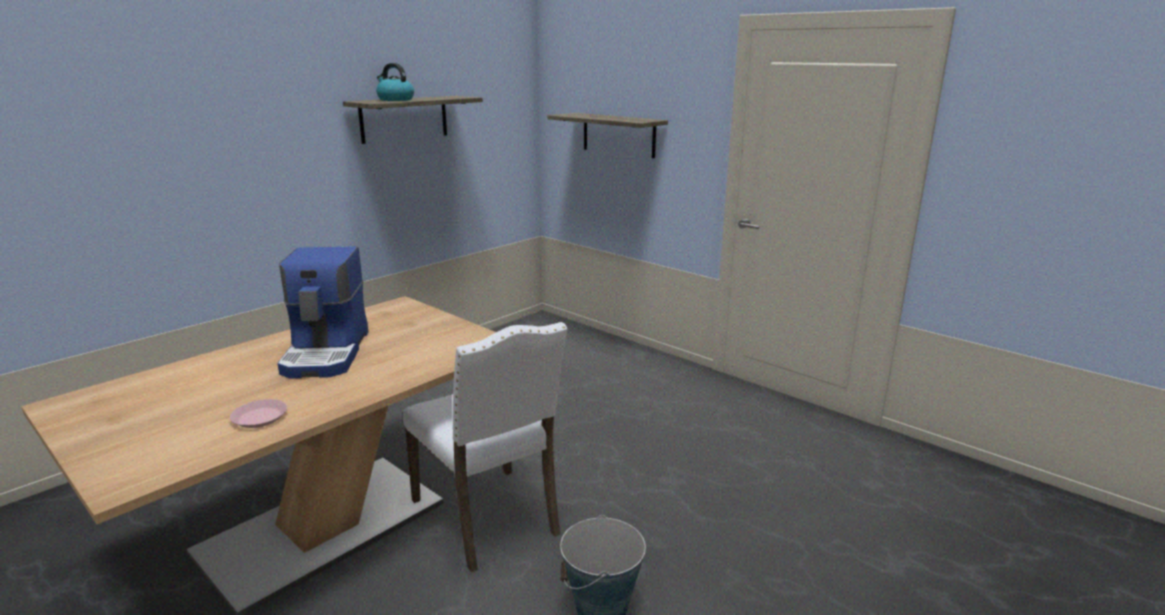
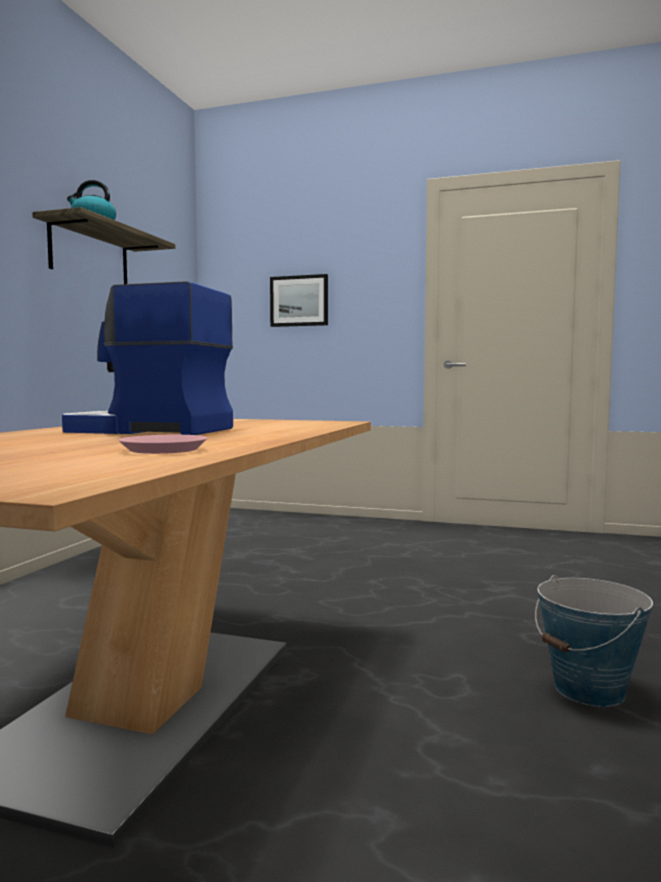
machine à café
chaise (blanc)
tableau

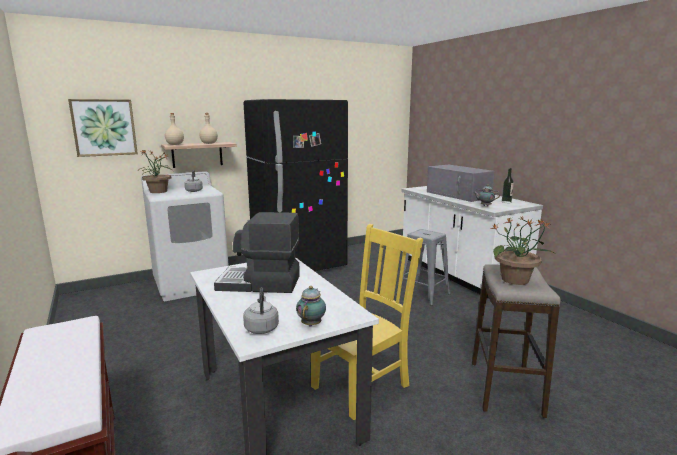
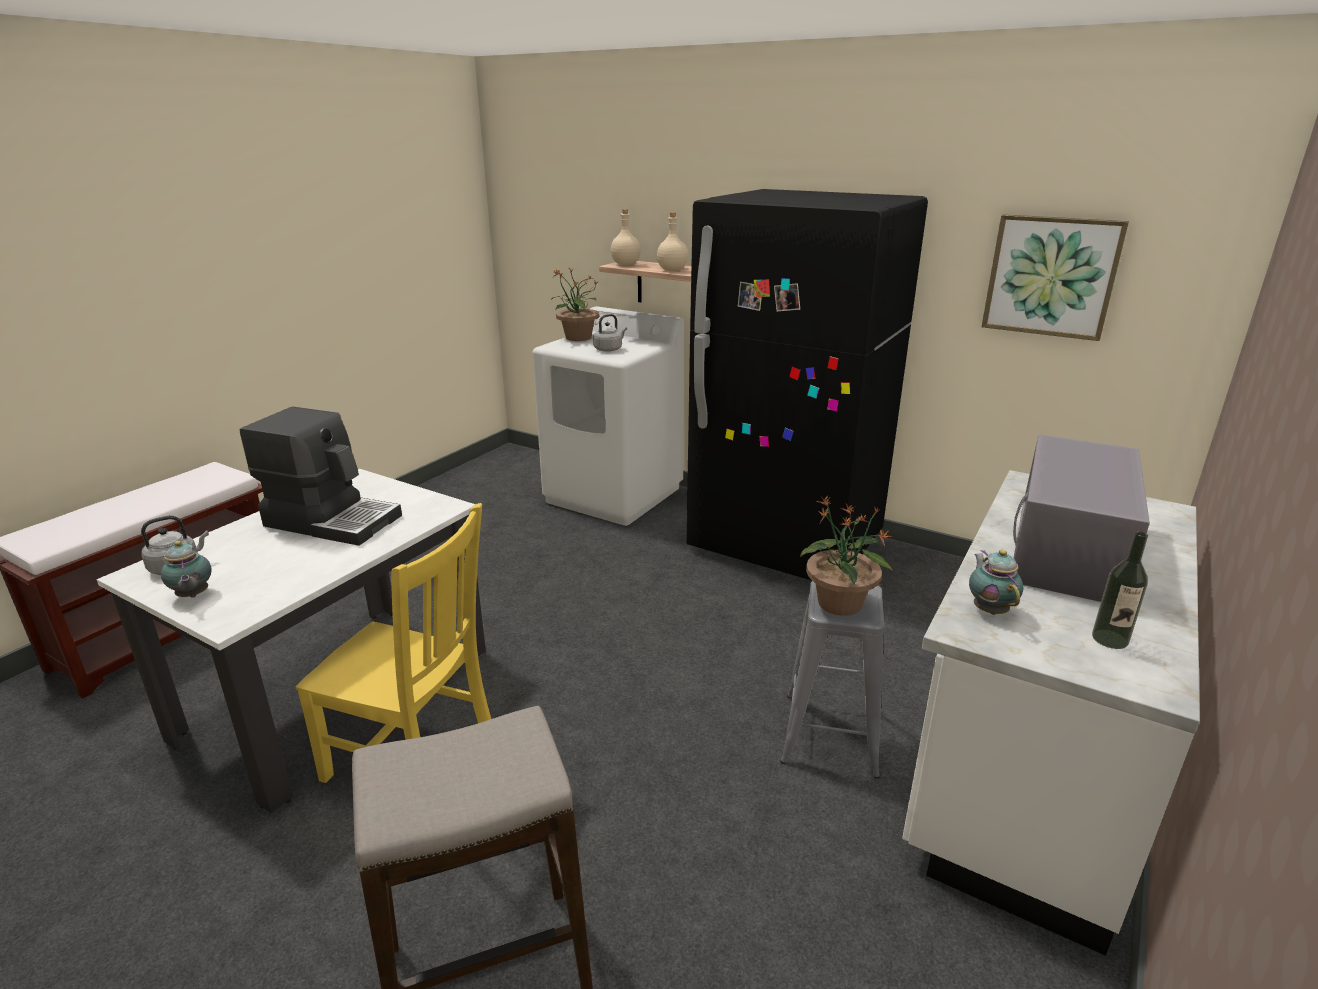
tableau
machine à café
théière (1st from left)
plante en pot (2nd from left)

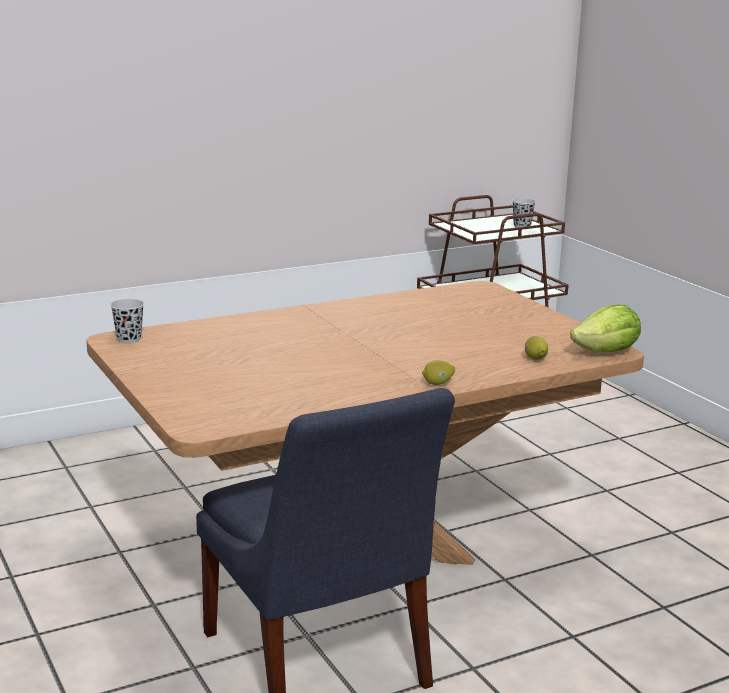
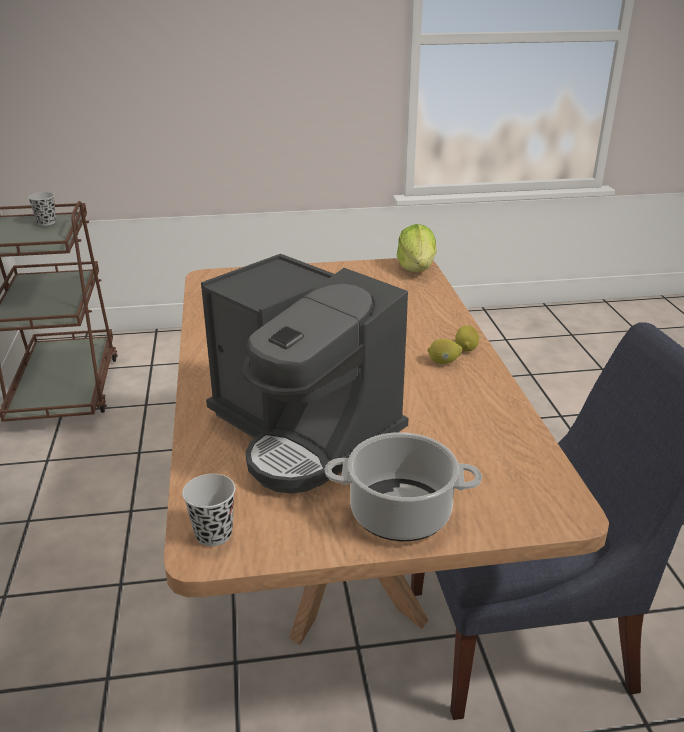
citron (1st from left)
machine à café
marmite

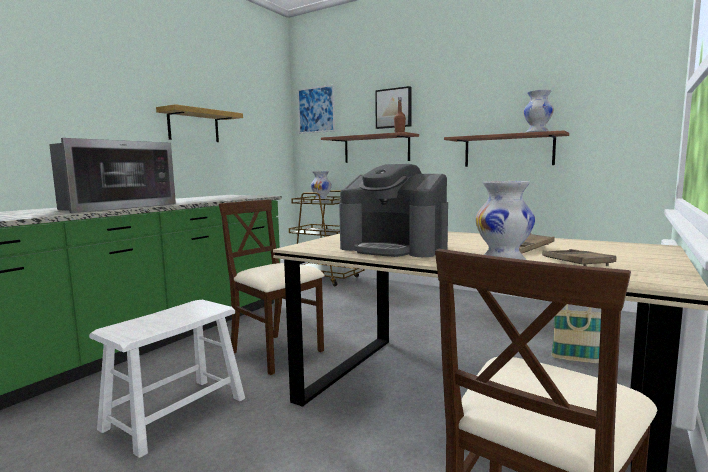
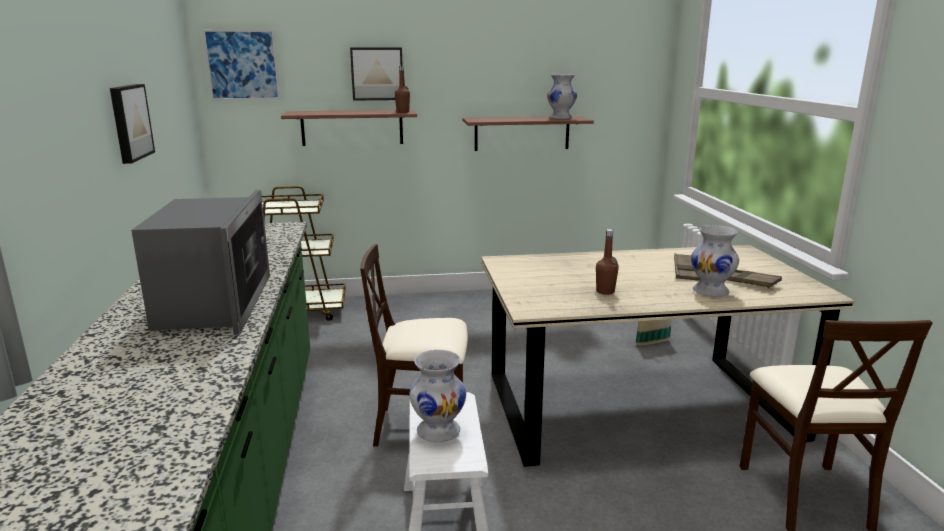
tableau (1st from left)
vase (blanc) (1st from left)
bouteille (marron) (2nd from left)

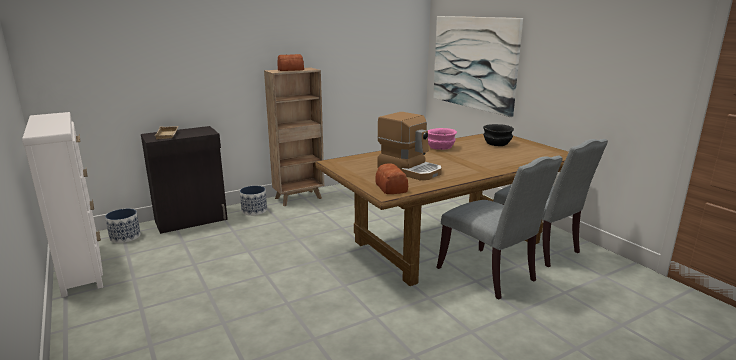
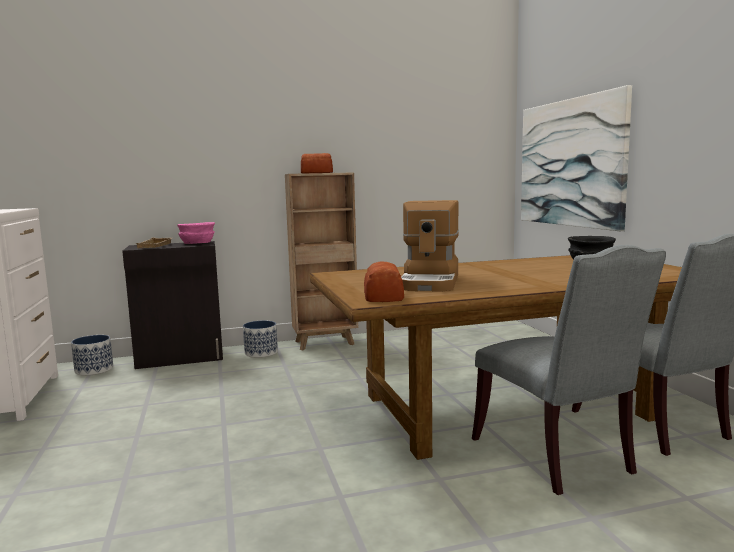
machine à café
bol (rose)

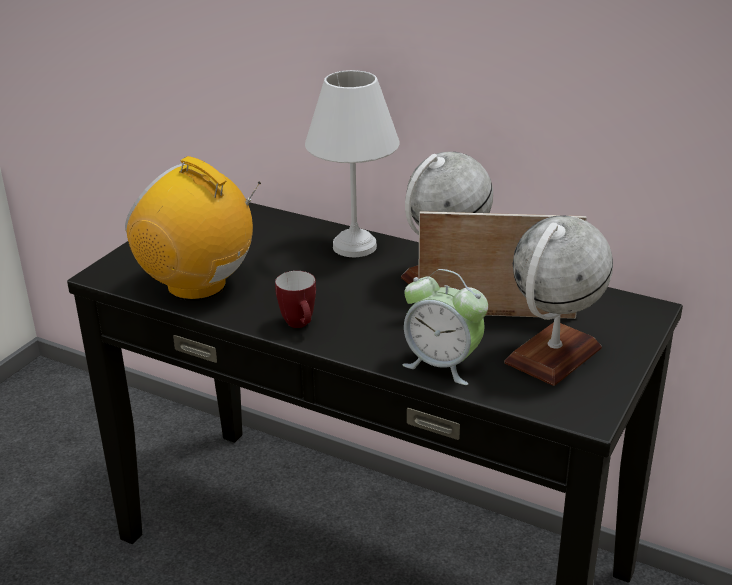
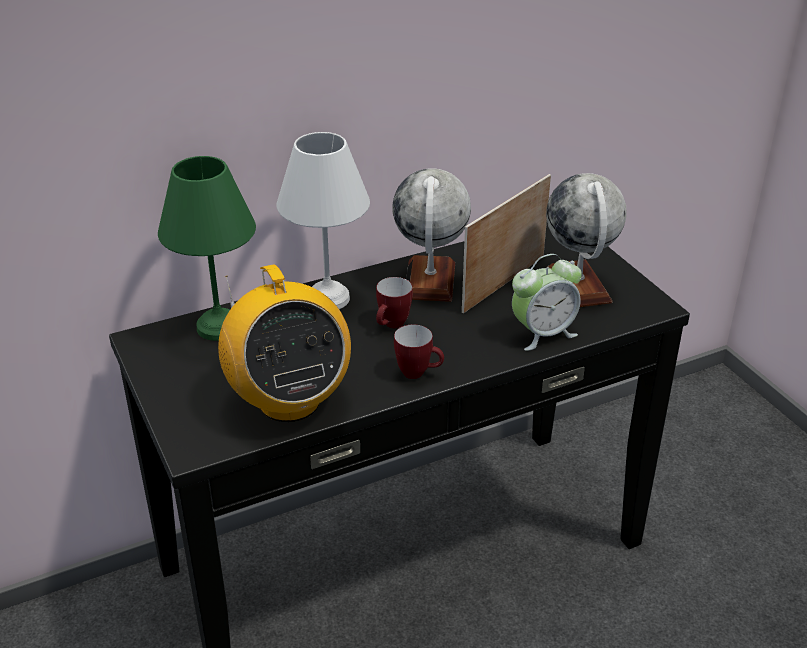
radio
lampe de table (vert)
mug (1st from left)

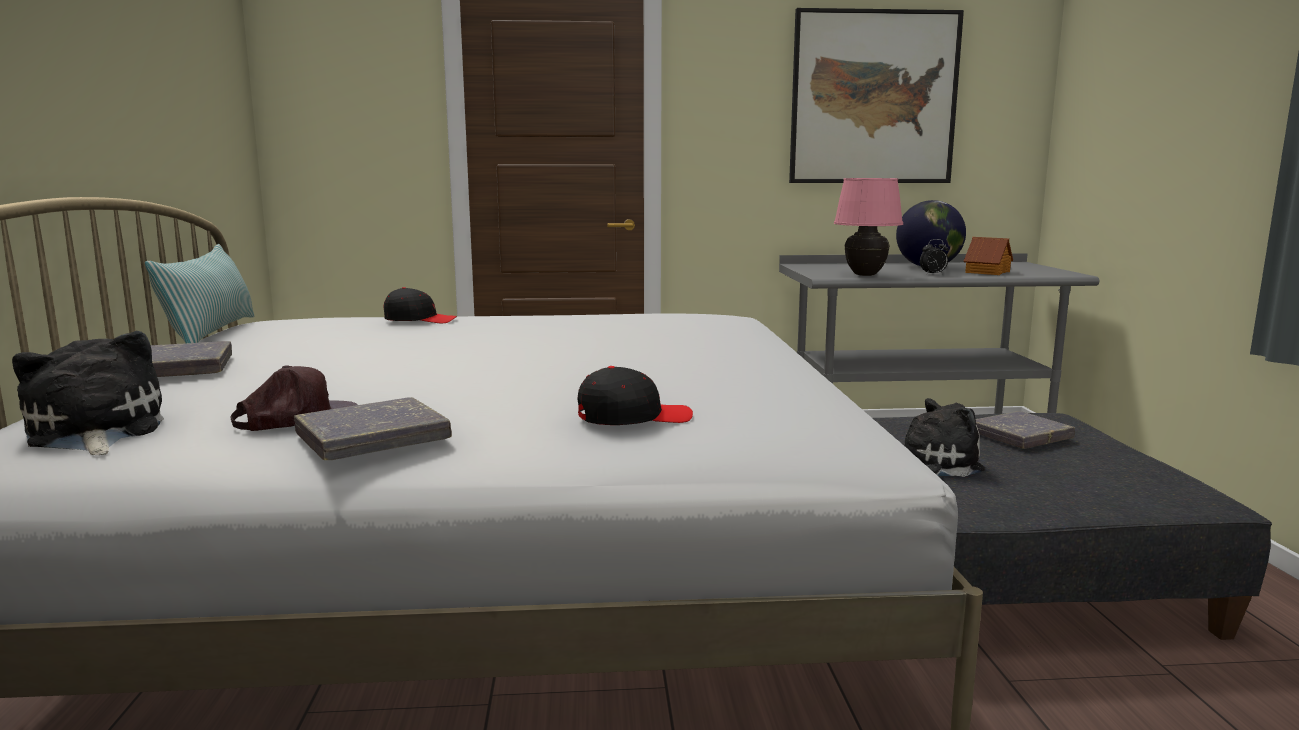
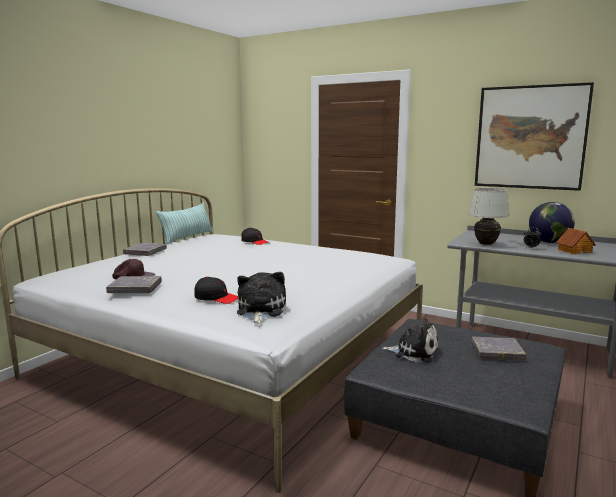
peluche (1st from left)
lampe de table (blanc)

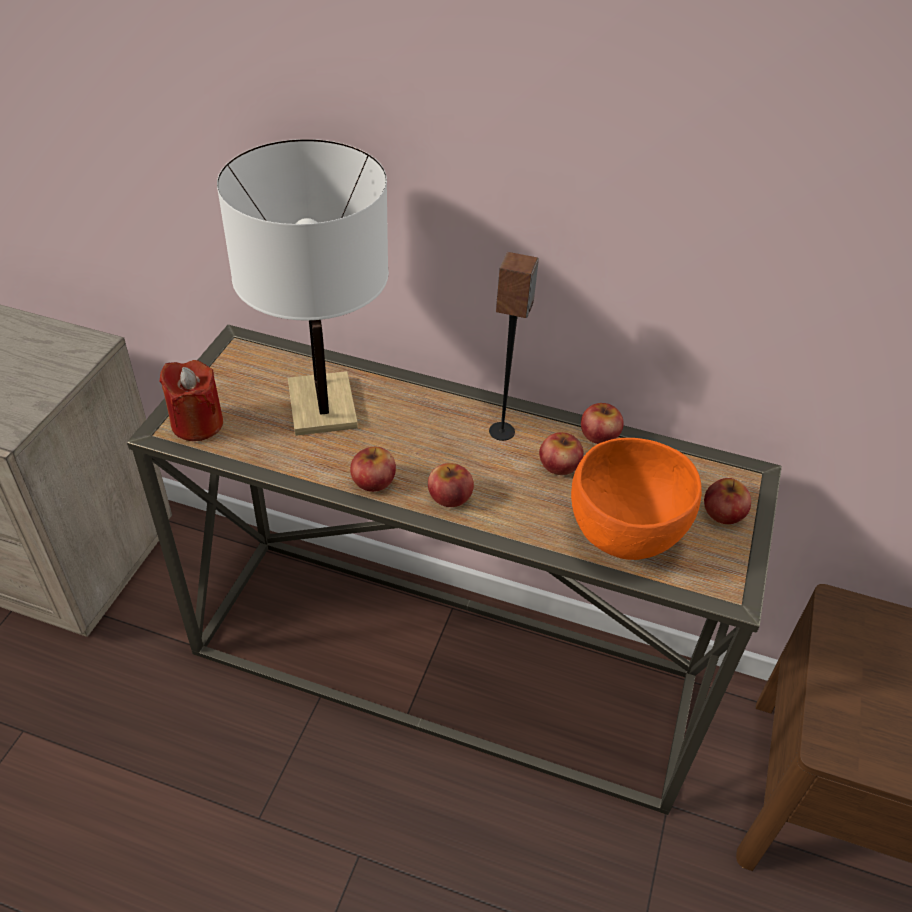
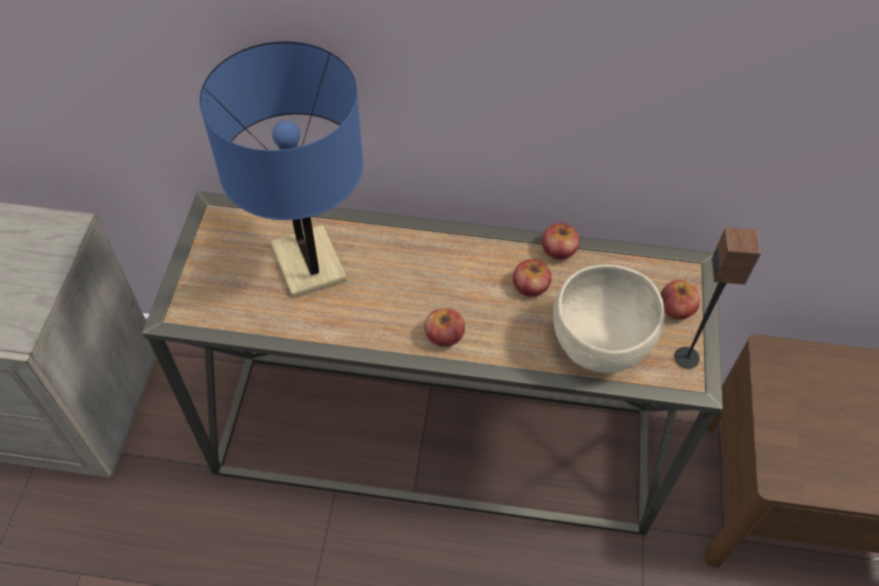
bougie (rouge)
lampe de table (bleu)
pomme (1st from left in the first image)
enceinte
bol (beige)

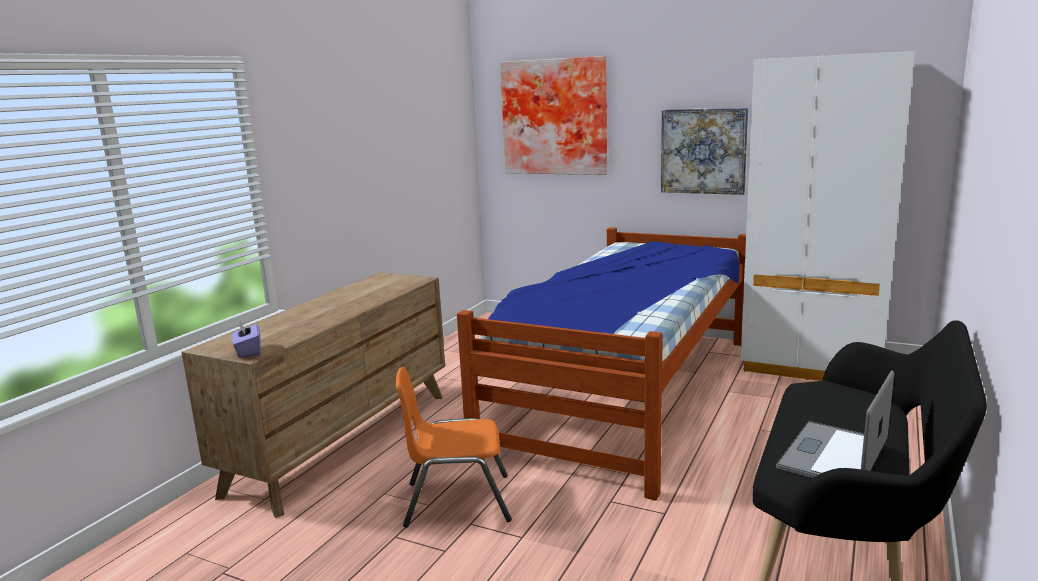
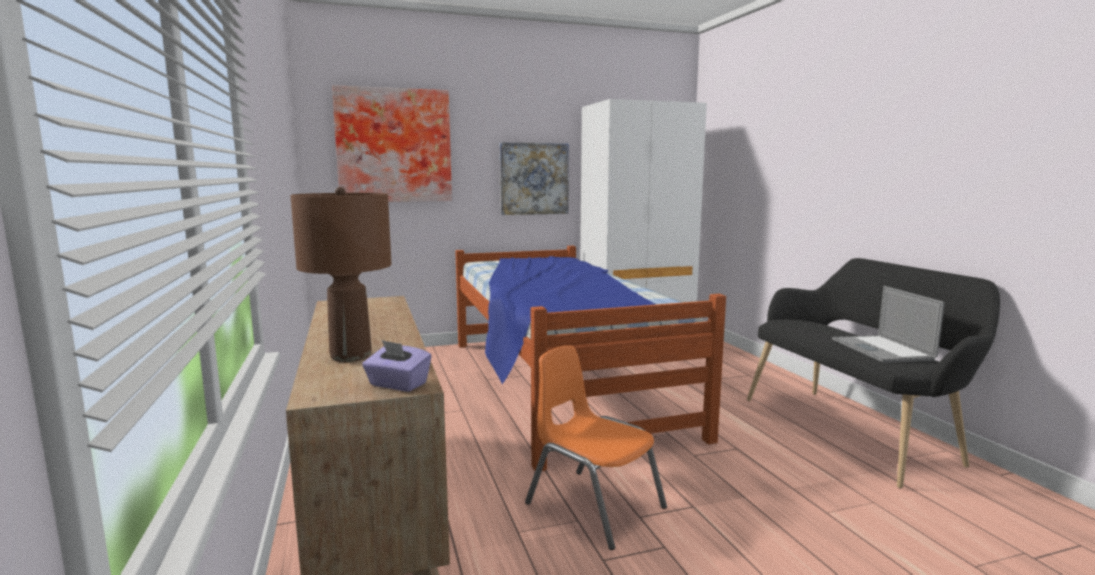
chaise (orange)
lampe de table (marron)

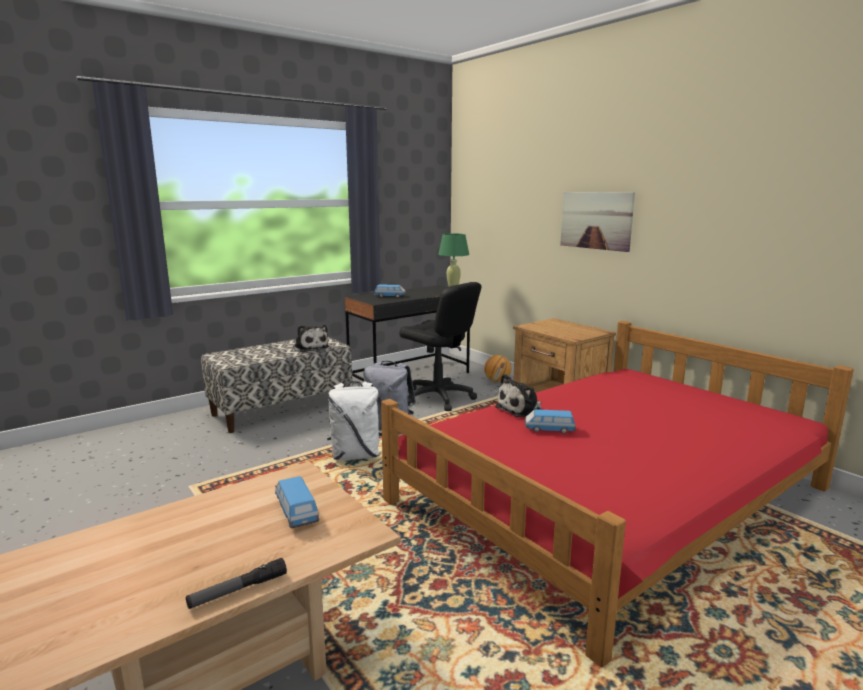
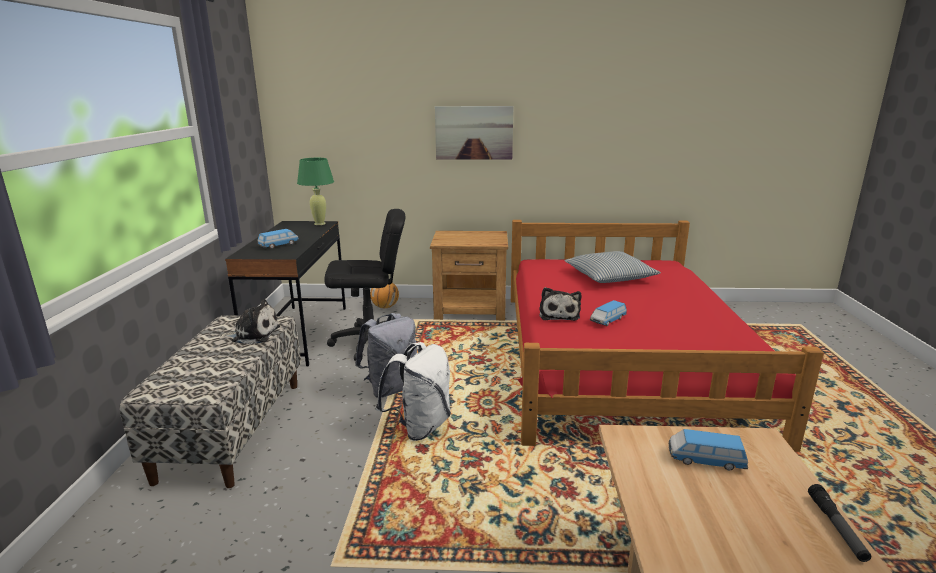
coussin

